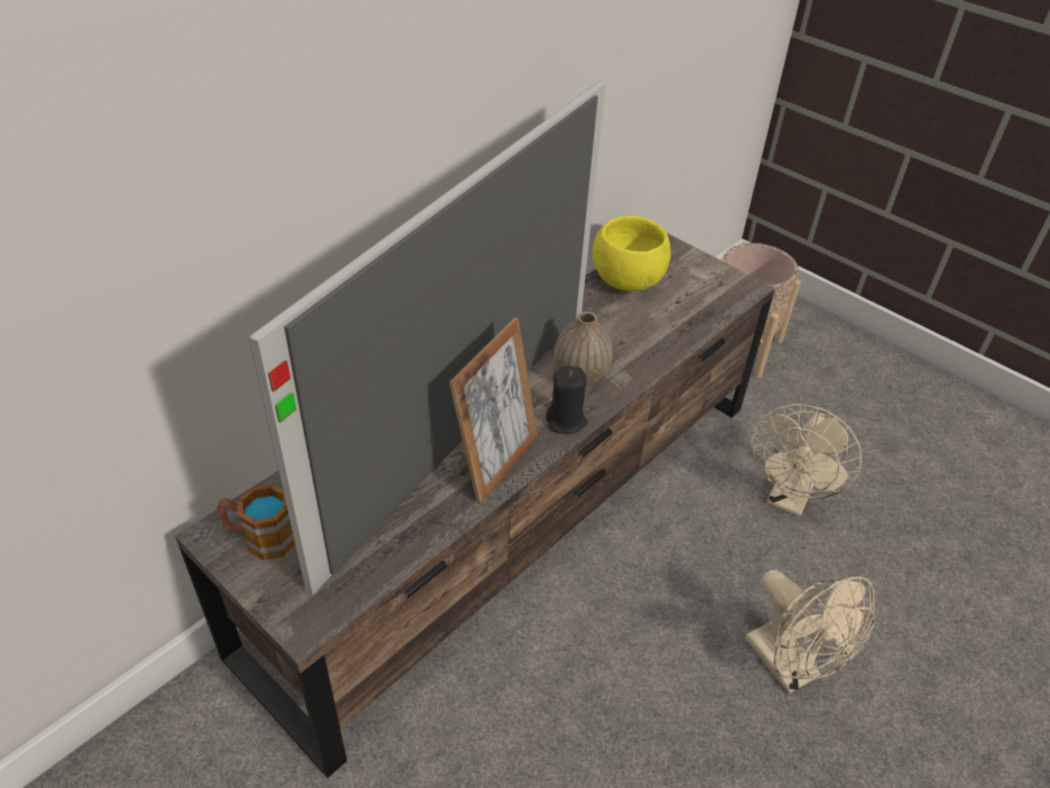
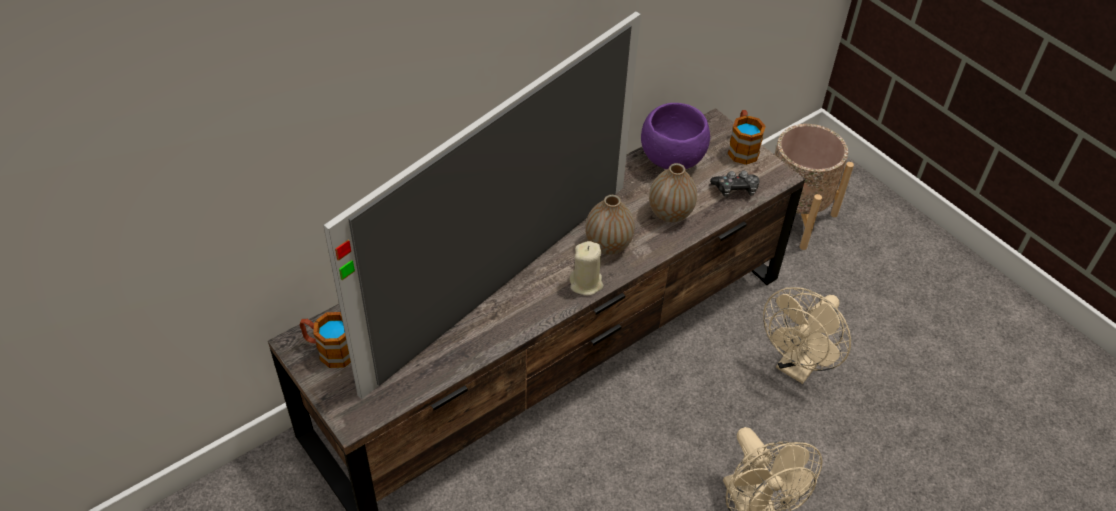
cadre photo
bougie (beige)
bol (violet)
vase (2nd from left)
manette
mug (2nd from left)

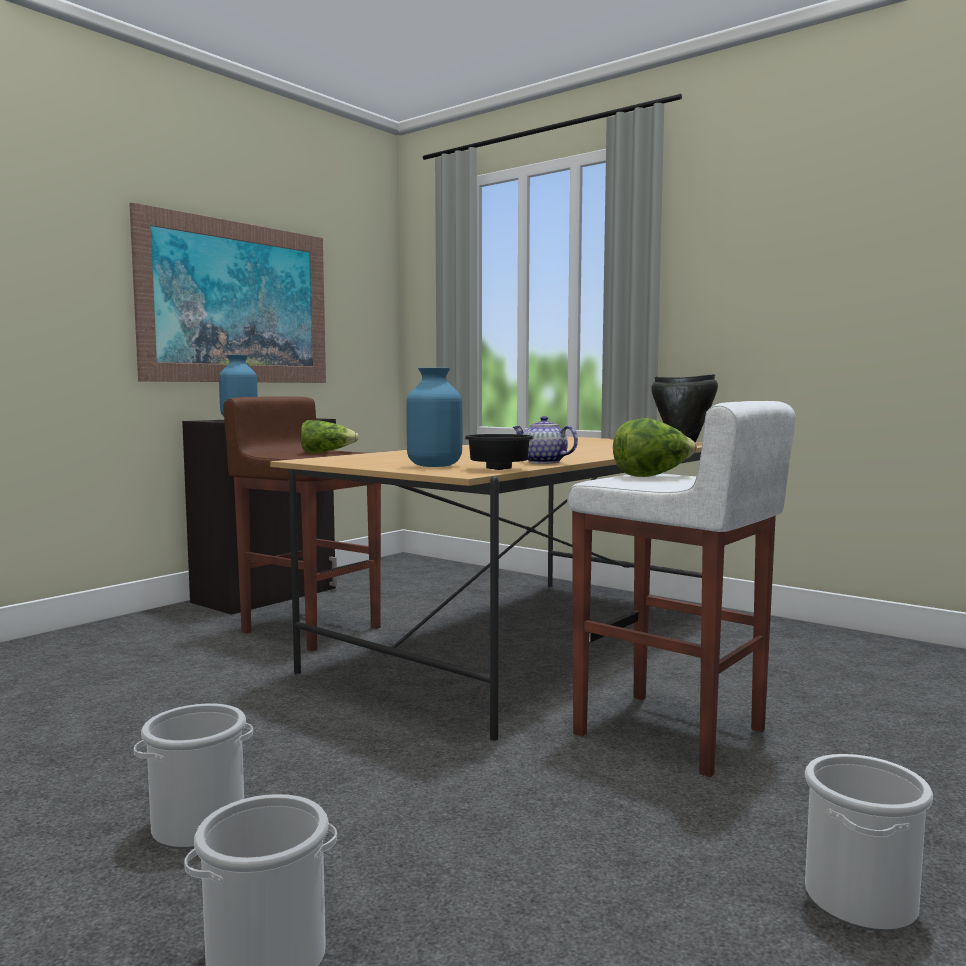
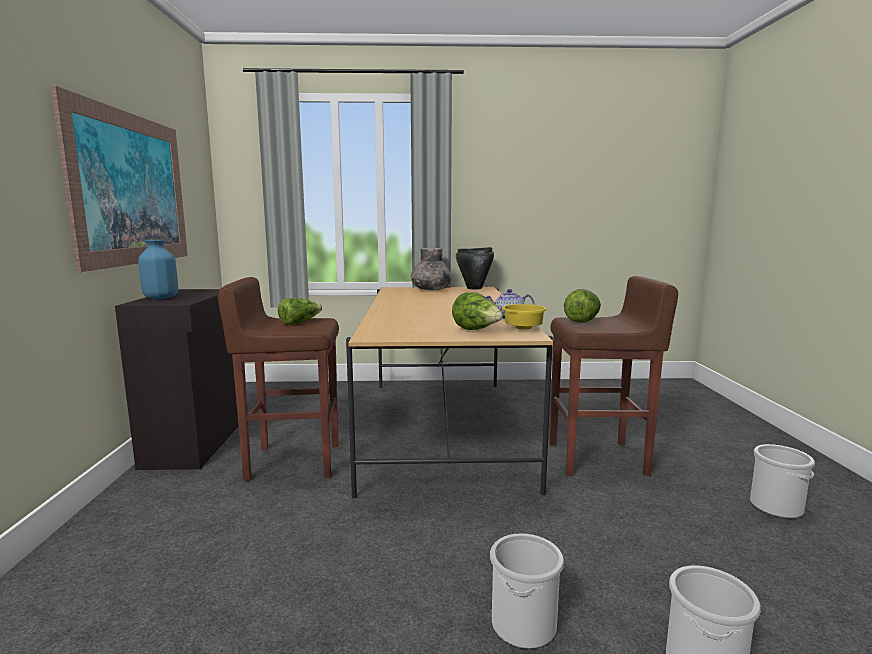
laitue (2nd from left)
bol (jaune)
tabouret (marron) (2nd from left)
vase (gris)

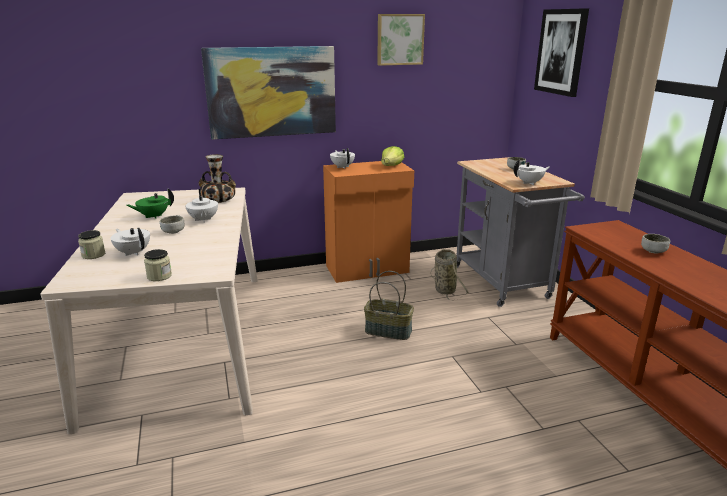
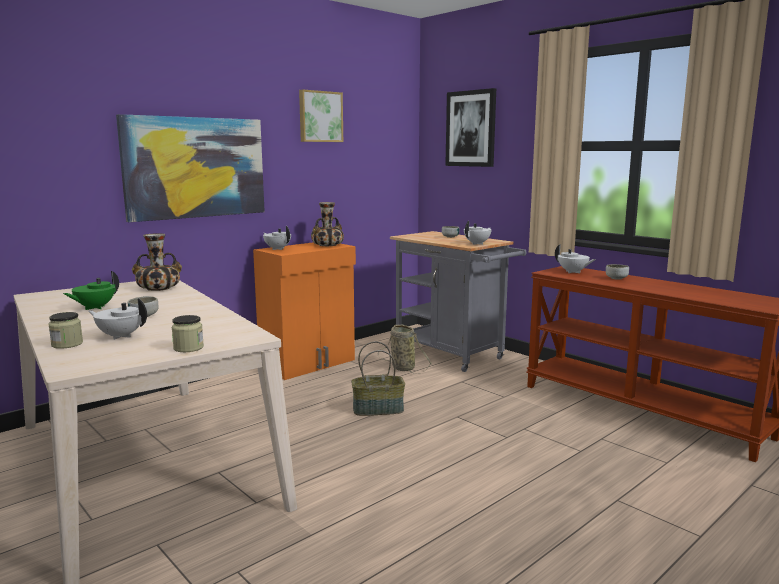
théière (blanc) (4th from left)
vase (2nd from left)

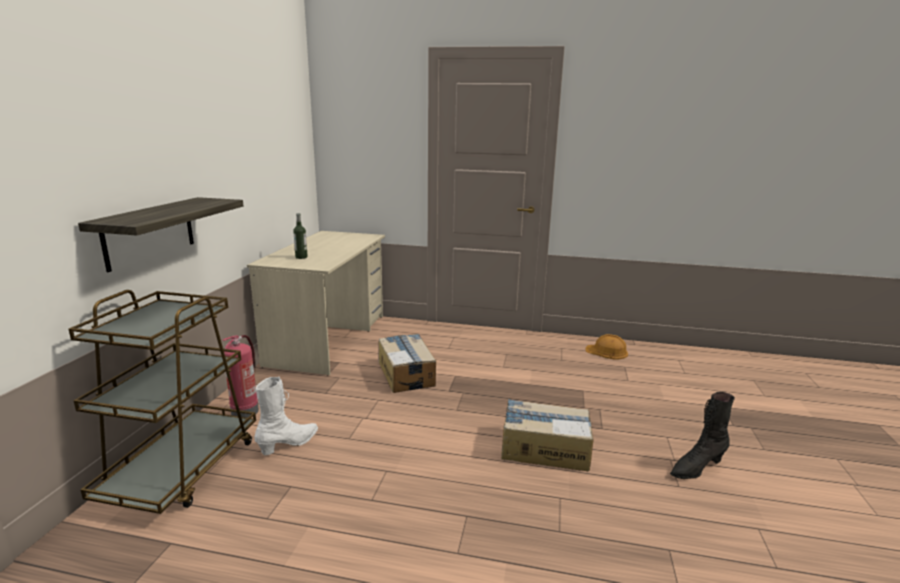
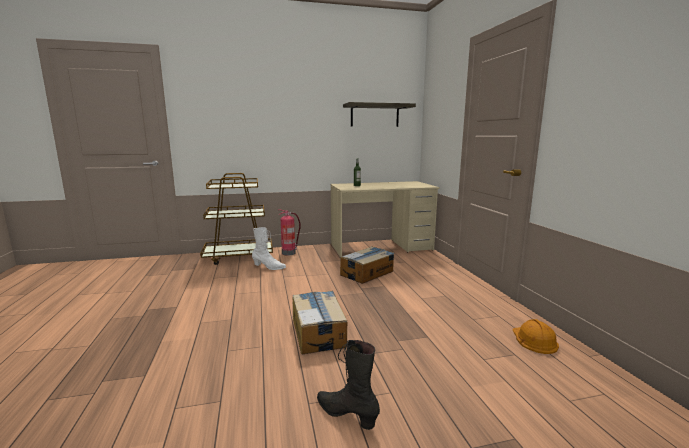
étagère

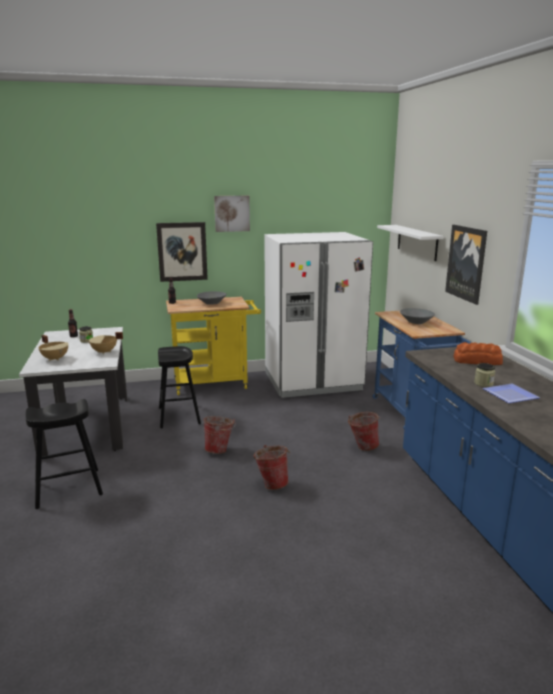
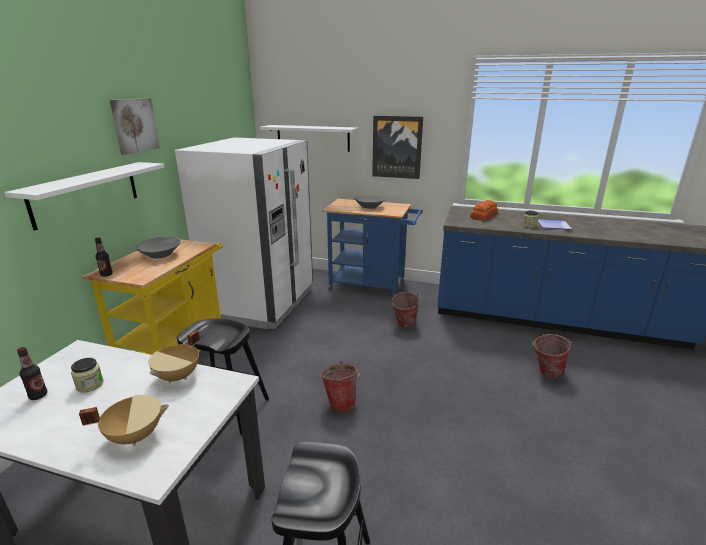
étagère (blanc) (1st from left)
seau (3rd from left)

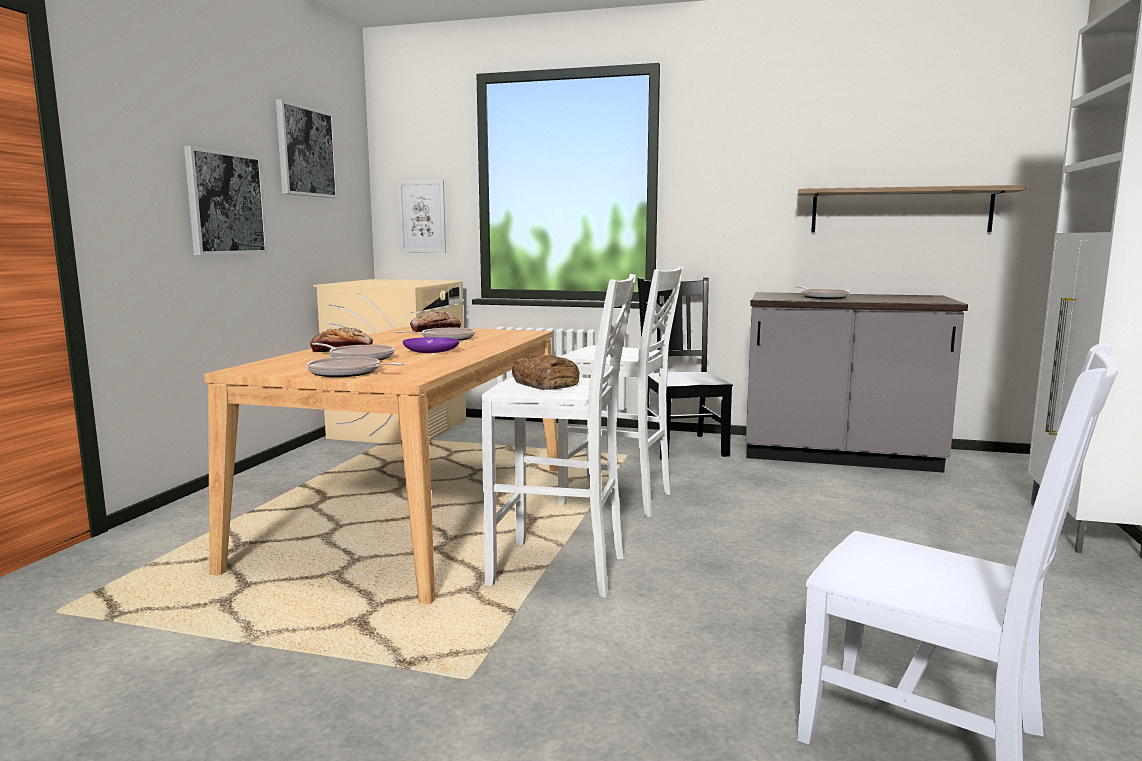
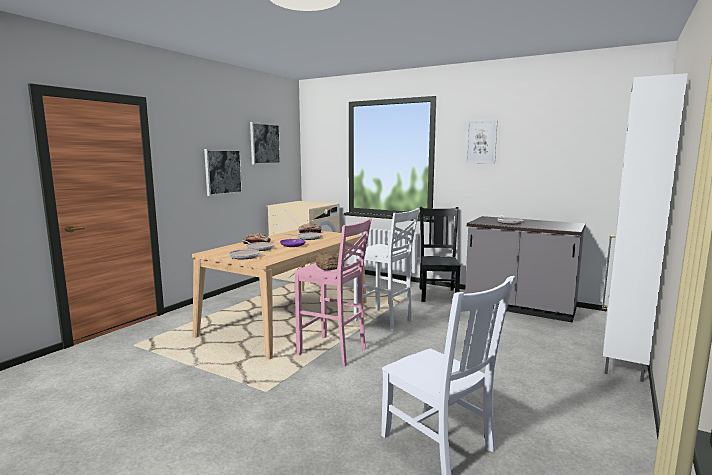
tableau (3rd from left)
tabouret (rose)
étagère

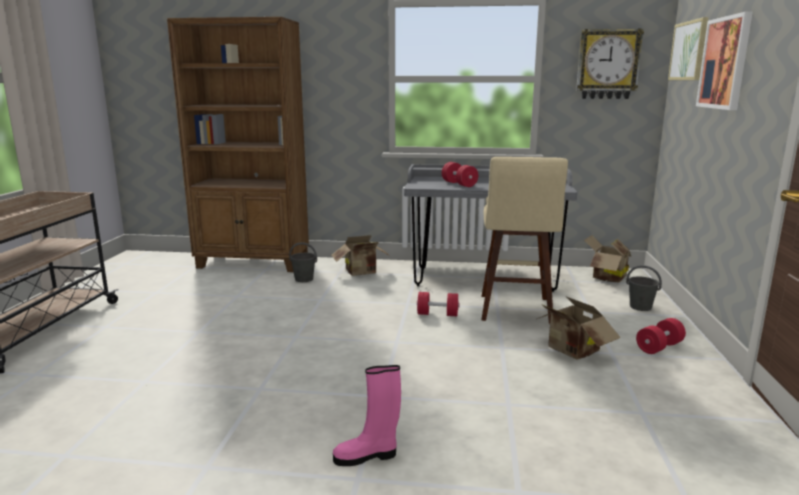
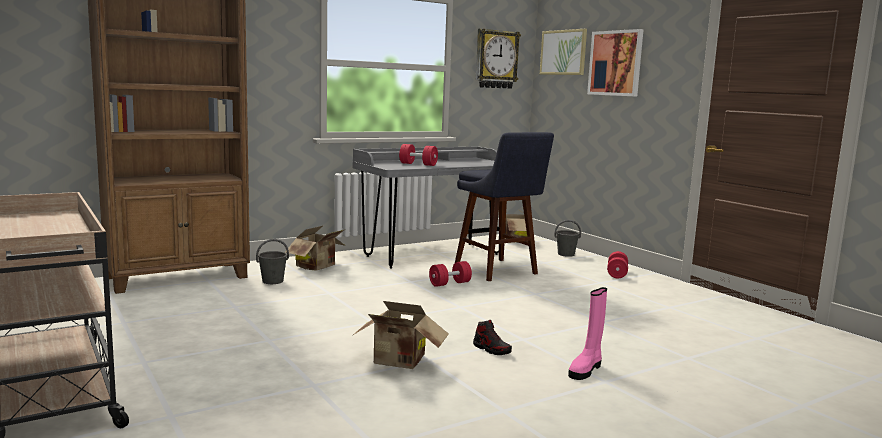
tabouret (bleu)
carton (2nd from left)
chaussure

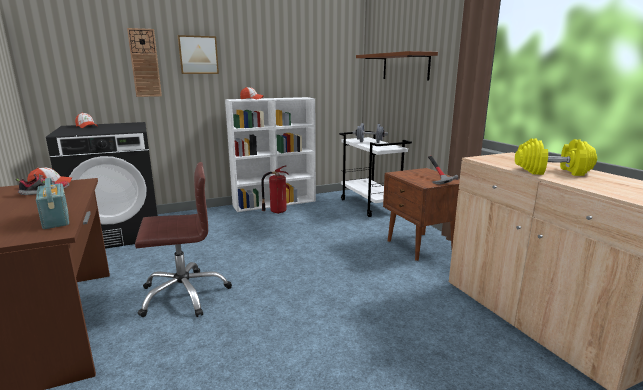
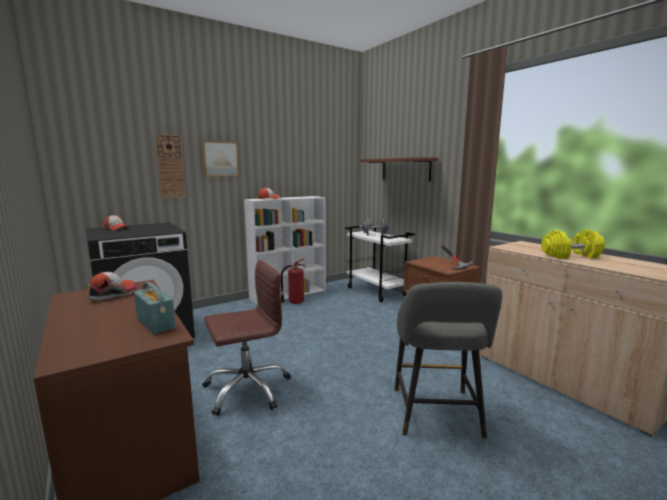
tabouret (gris)

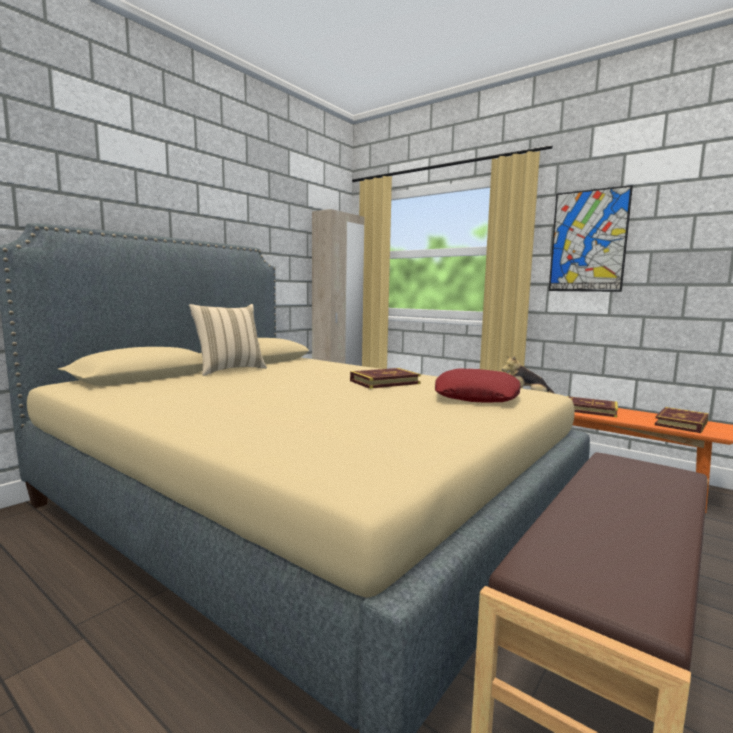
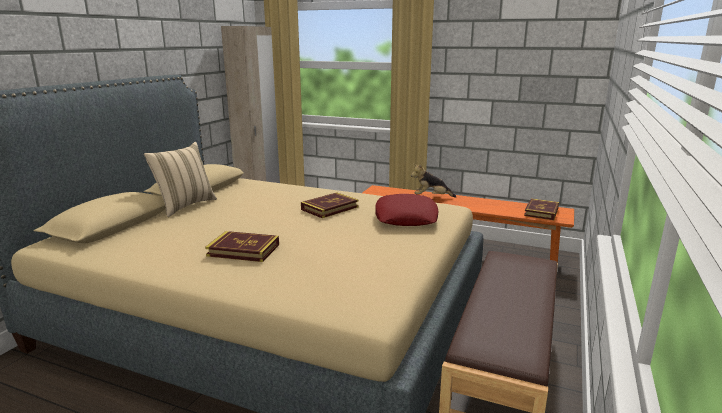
tableau
livre (1st from left)

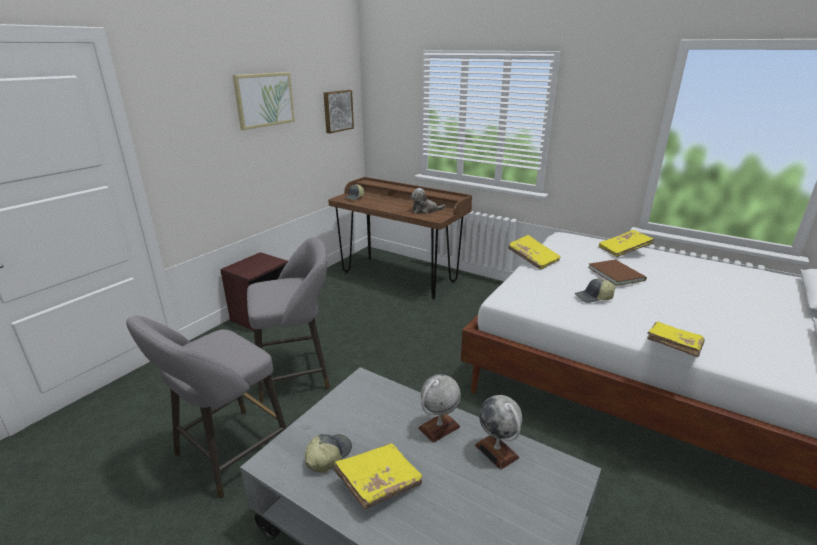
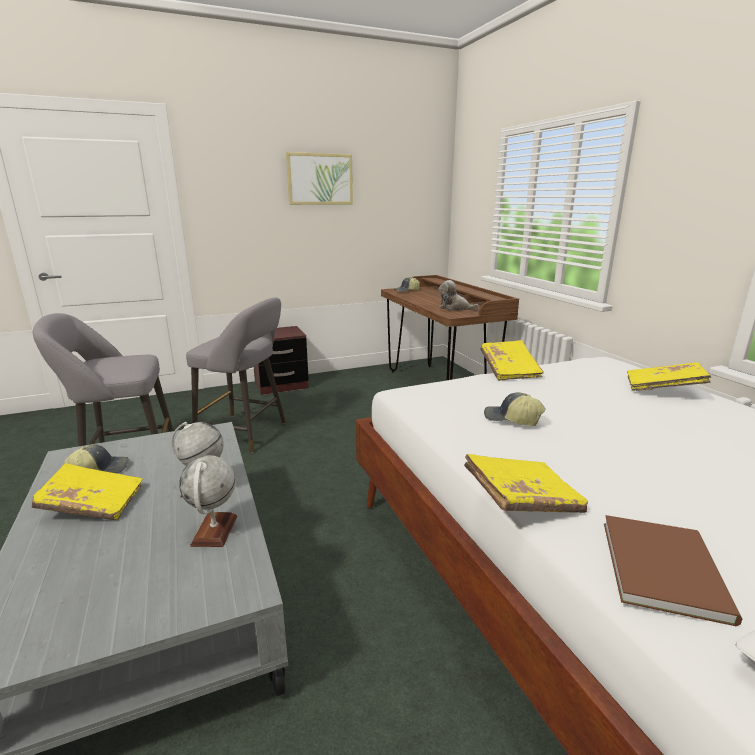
tableau (2nd from left in the first image)
livre (marron)

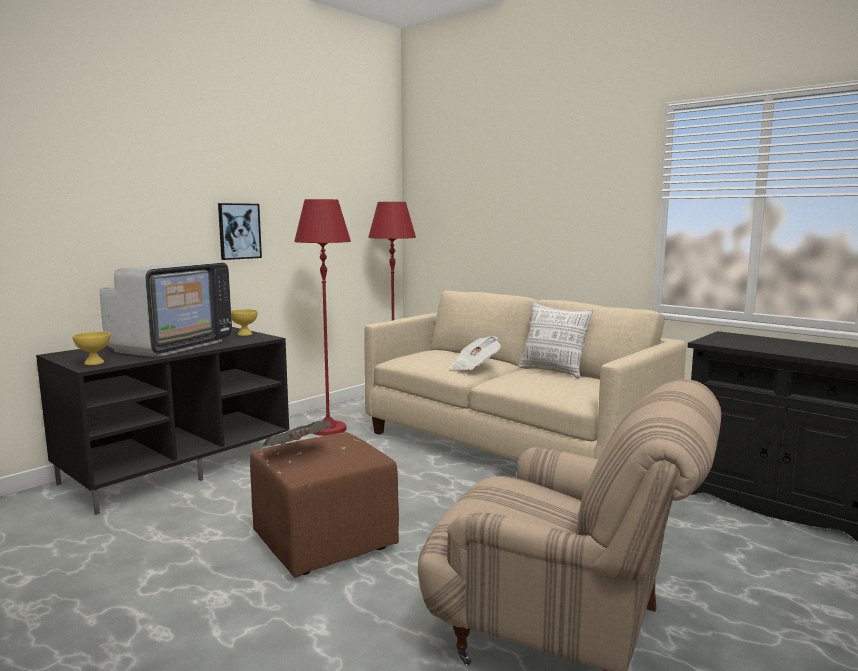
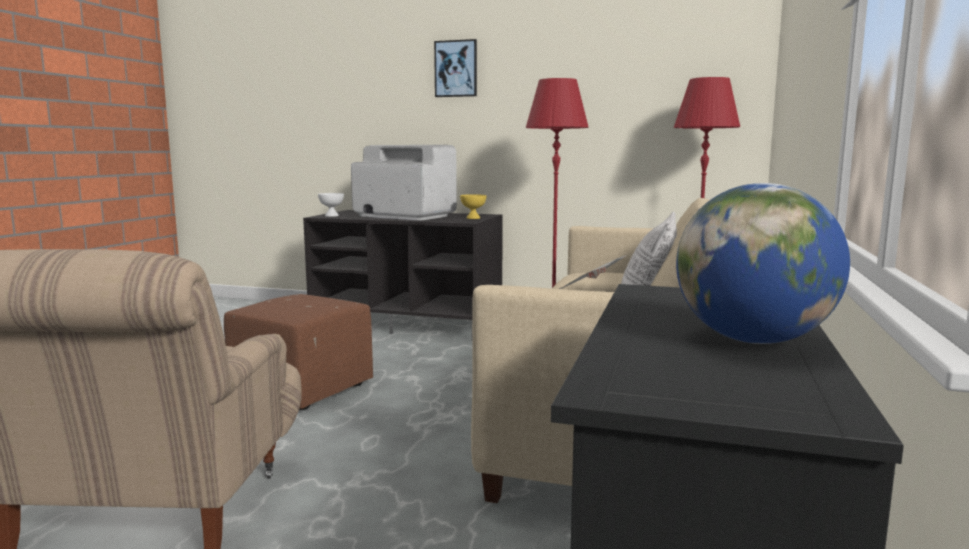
bol (blanc)
téléviseur
tableau
journal (1st from left in the first image)
globe

